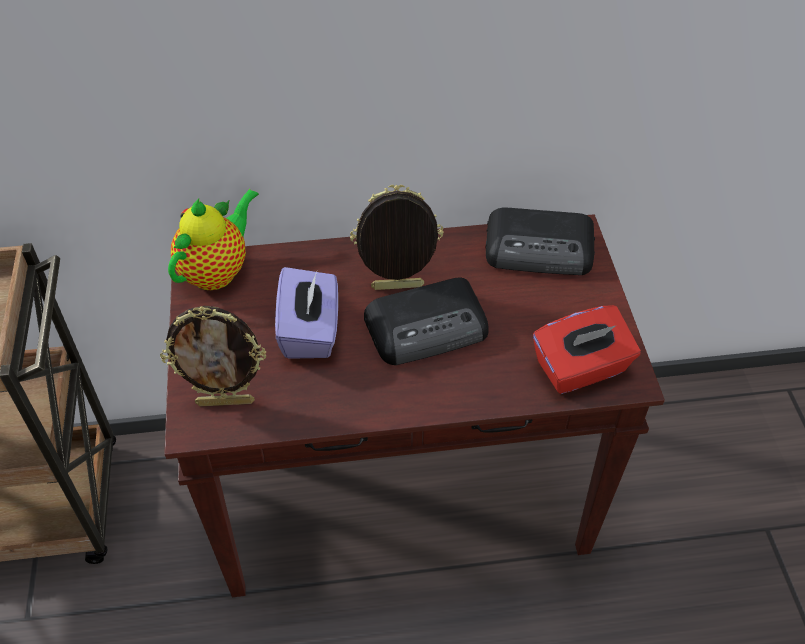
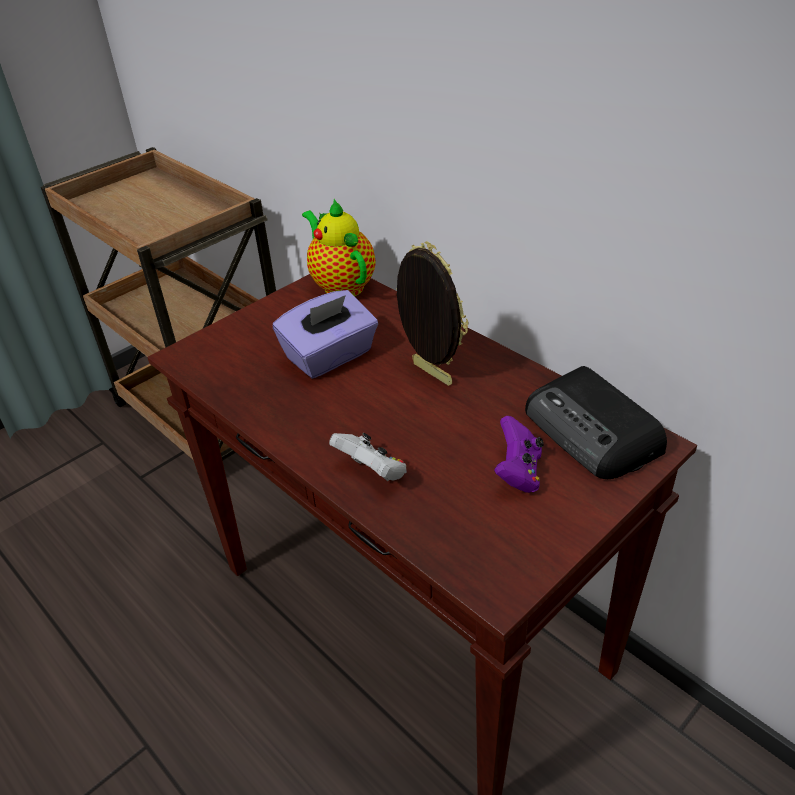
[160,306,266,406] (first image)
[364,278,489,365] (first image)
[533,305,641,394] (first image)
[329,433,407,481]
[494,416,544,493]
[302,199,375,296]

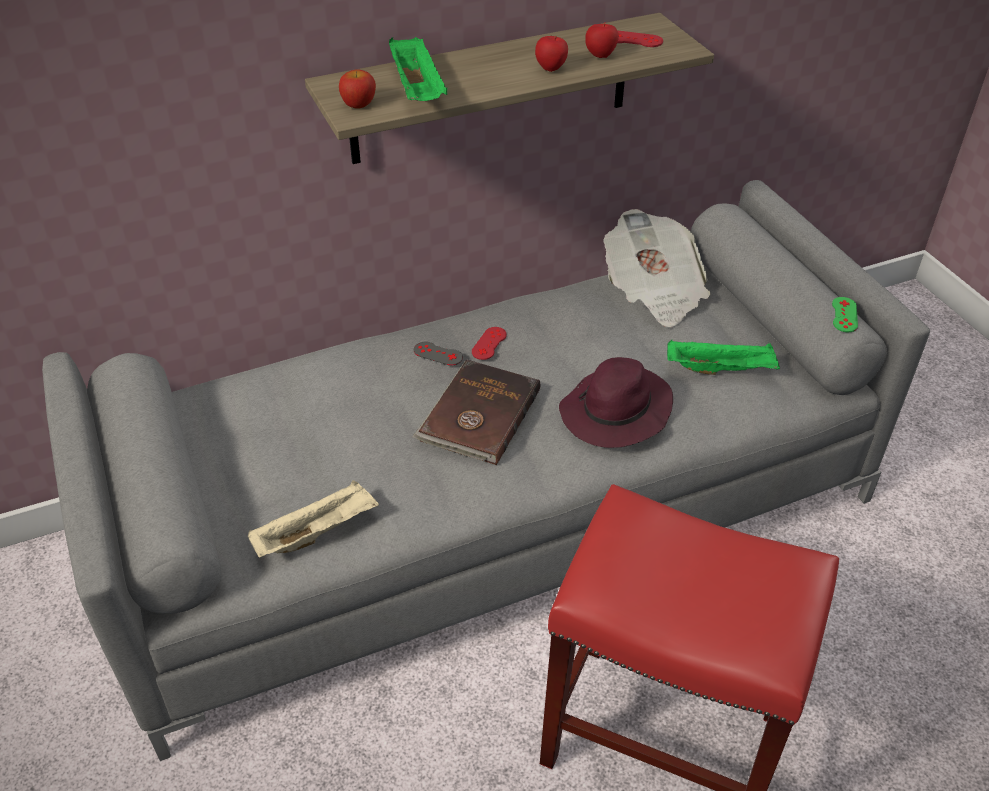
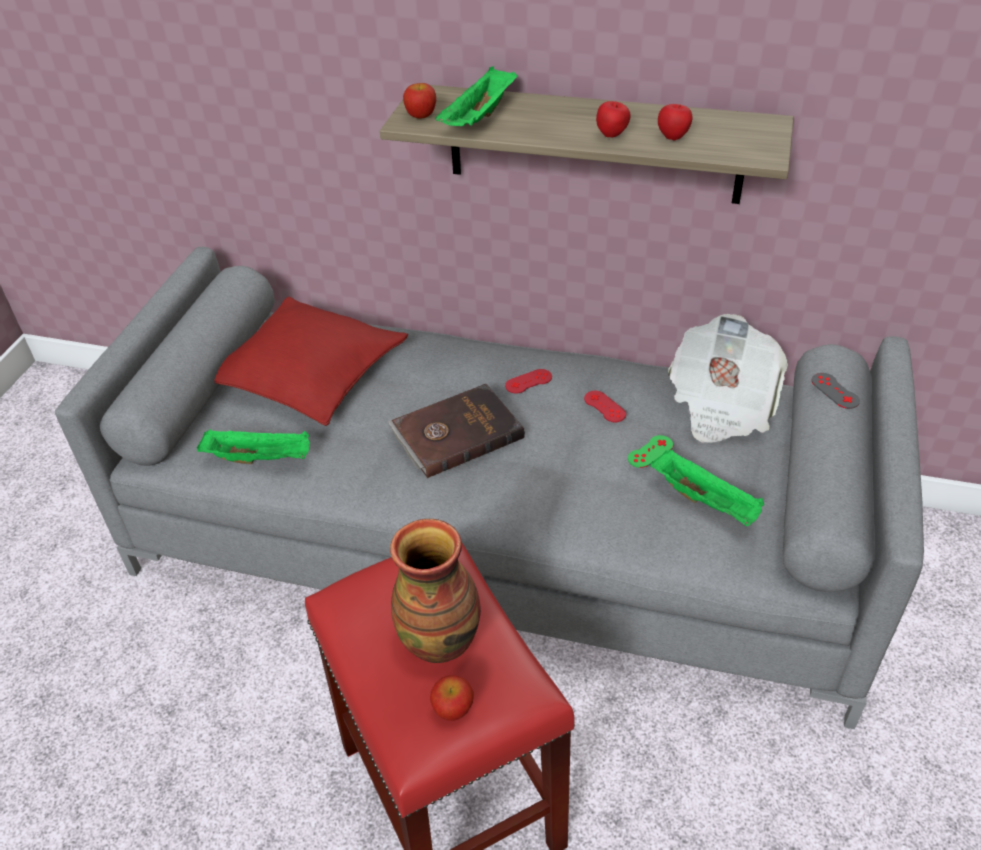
[559,357,673,448] (first image)
[214,297,408,426]
[390,519,481,663]
[430,675,474,721]
[812,373,860,409]
[584,391,626,422]
[628,435,673,468]
[197,429,310,464]

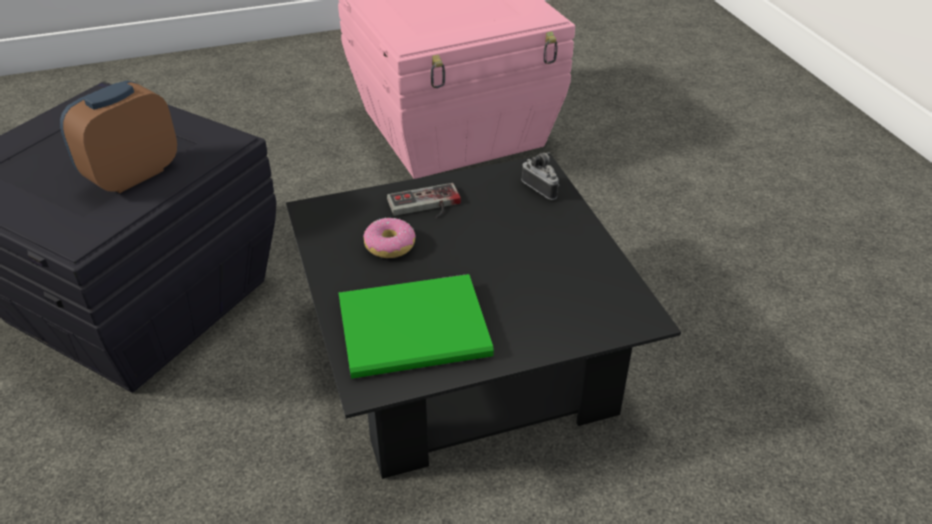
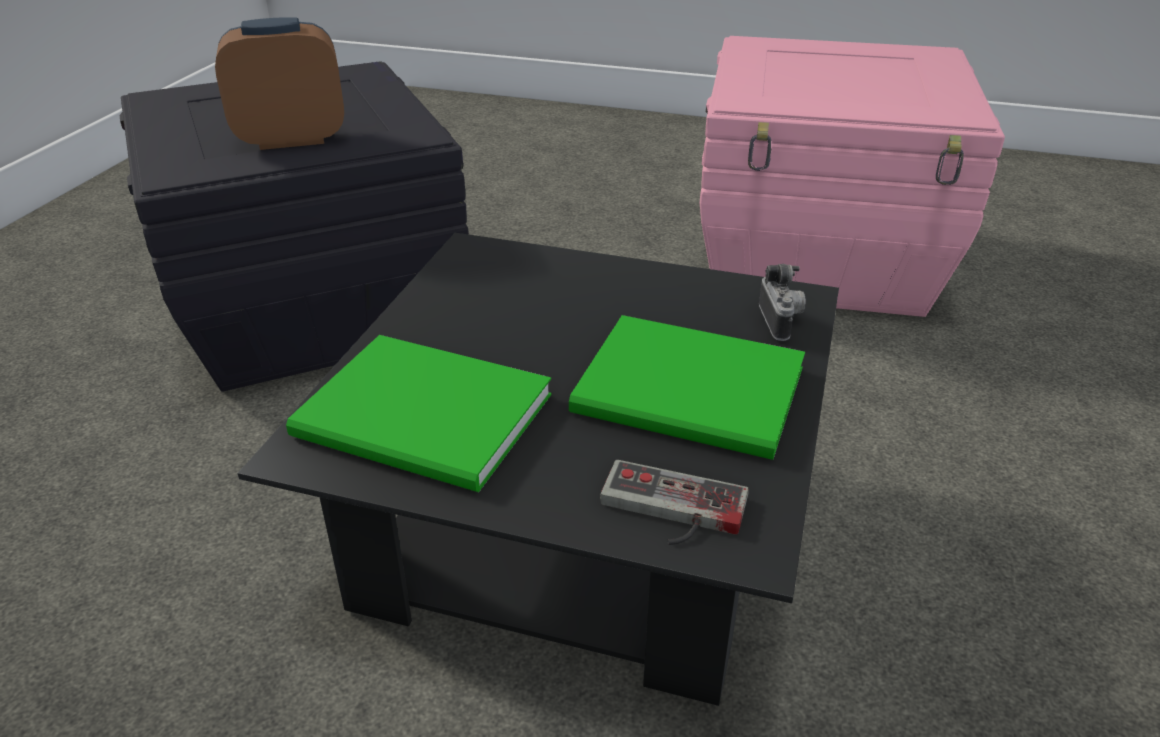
[363,217,415,258] (first image)
[569,315,805,460]
[600,460,748,545]

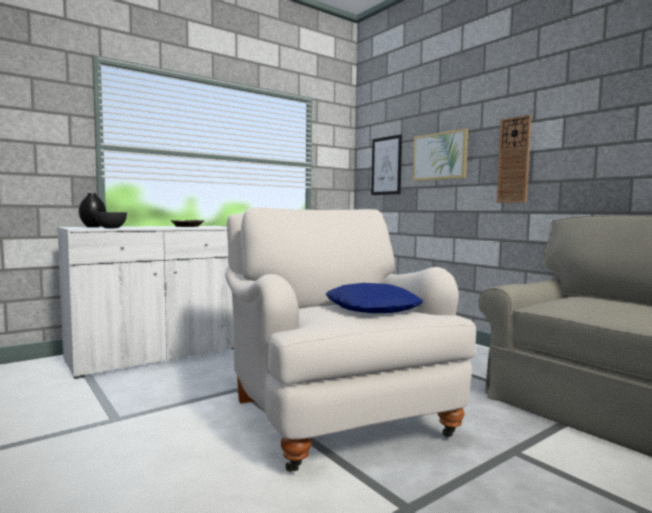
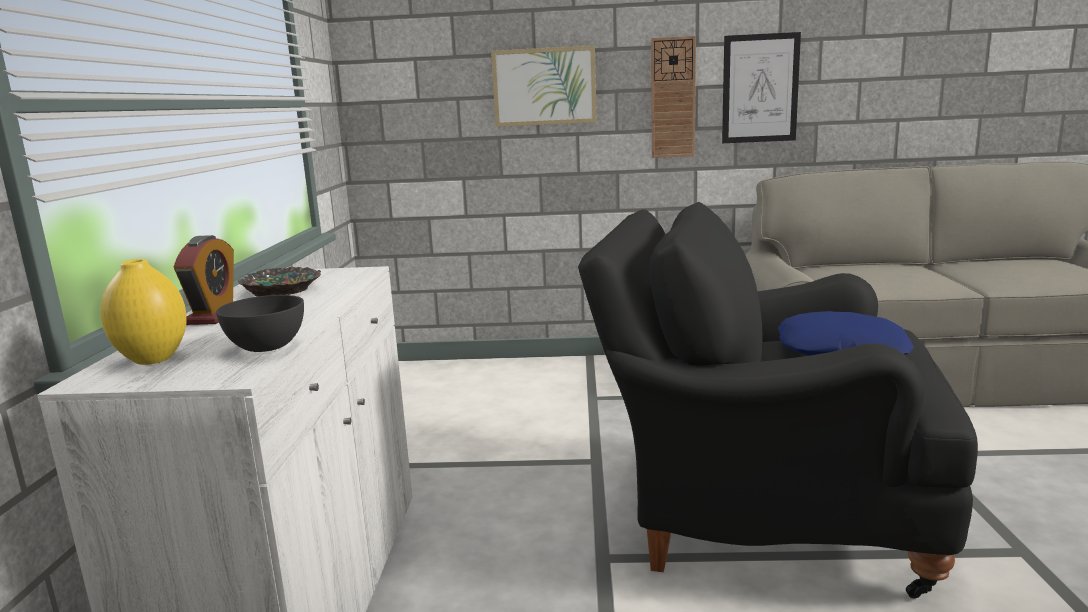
[174,235,234,325]
[722,32,801,143]
[100,259,186,365]
[578,202,978,598]

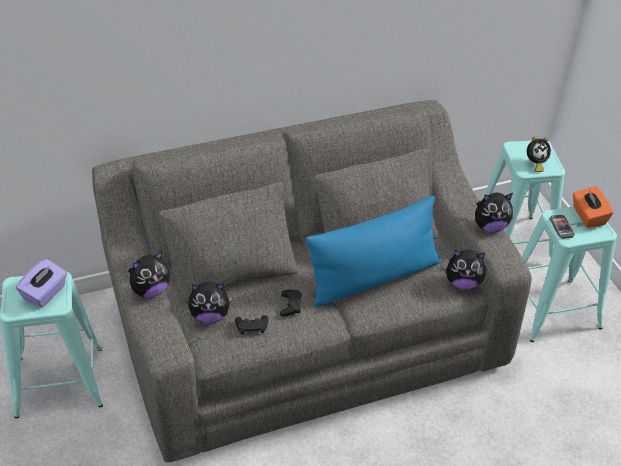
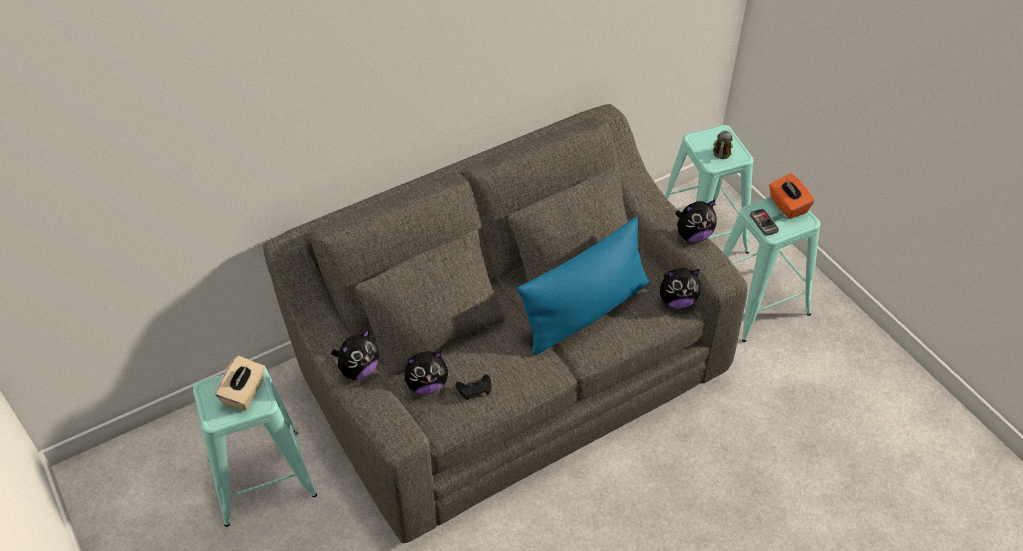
[280,290,302,316] (first image)
[713,130,733,159]
[215,356,265,410]

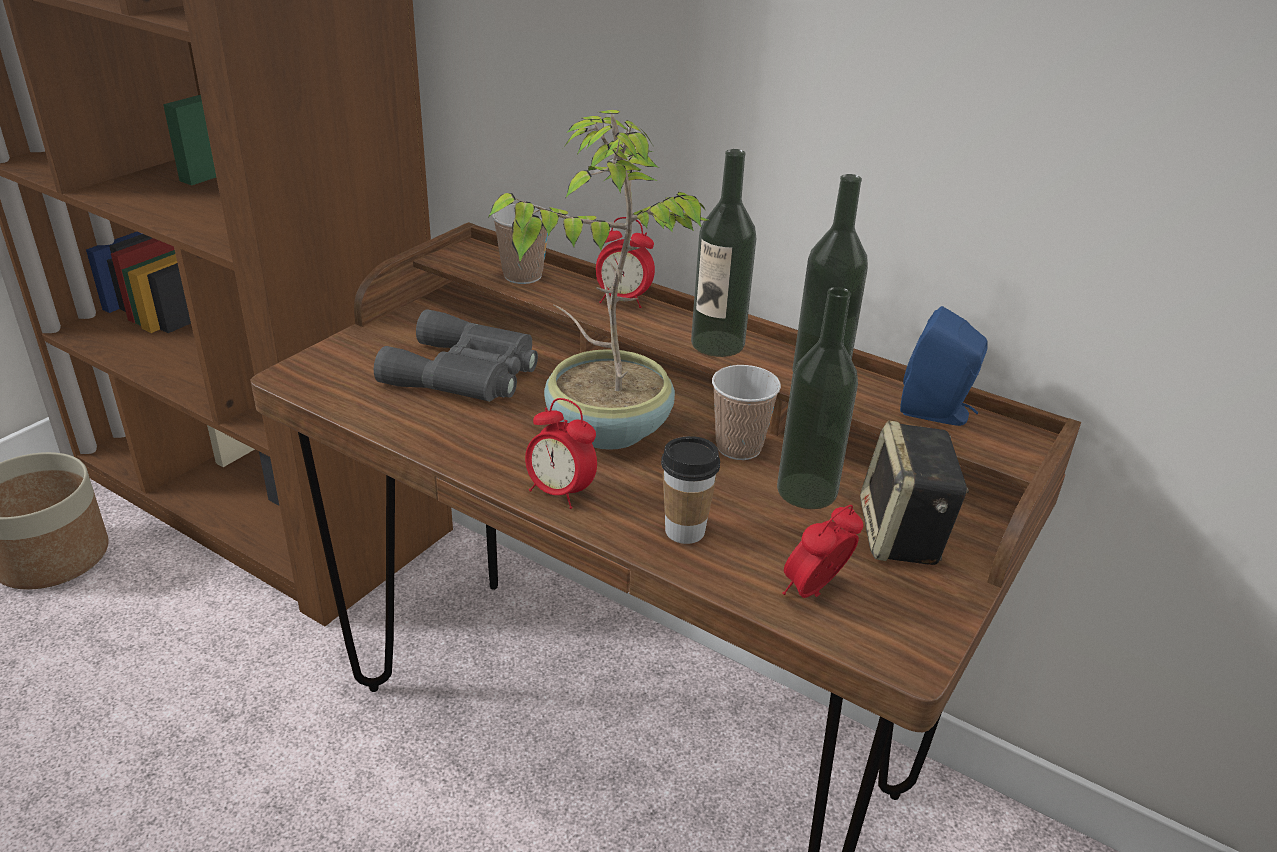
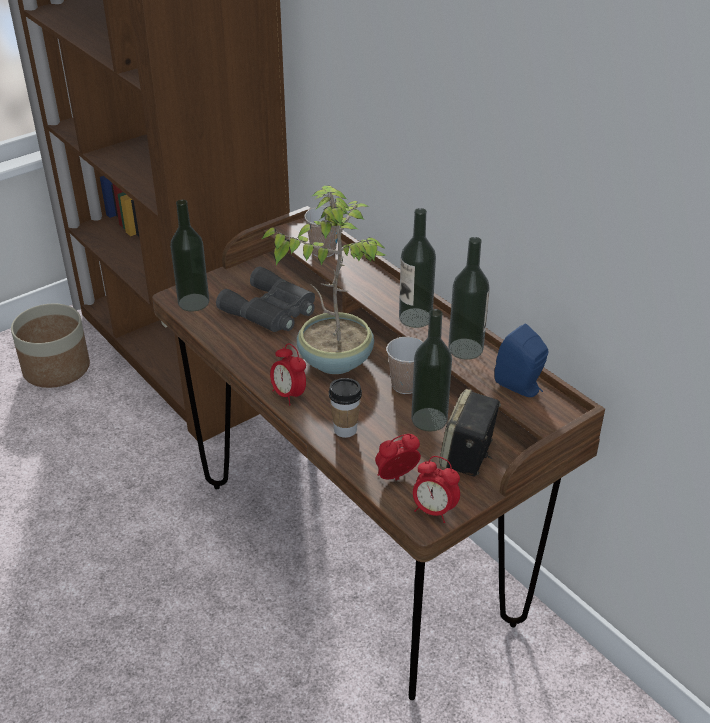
[170,200,209,311]
[413,456,460,523]

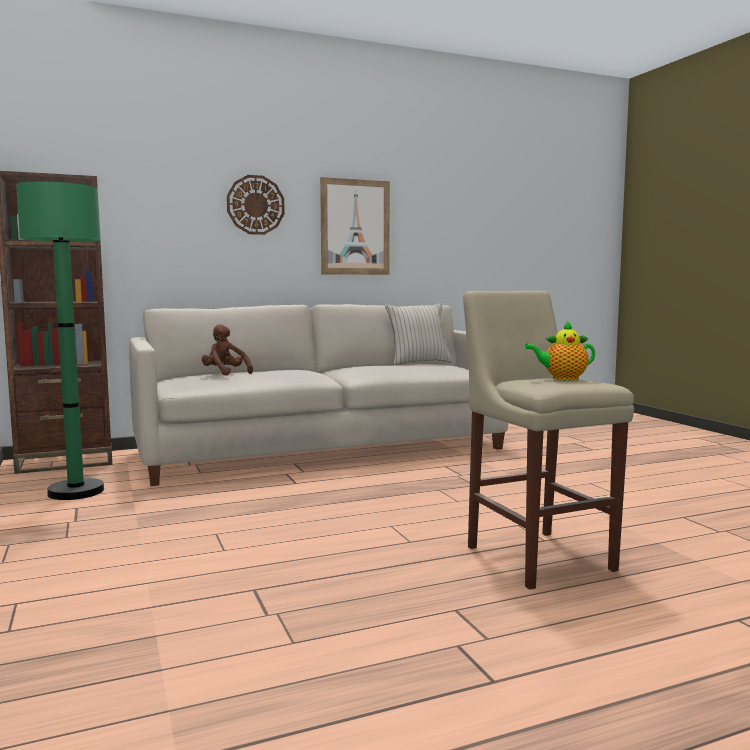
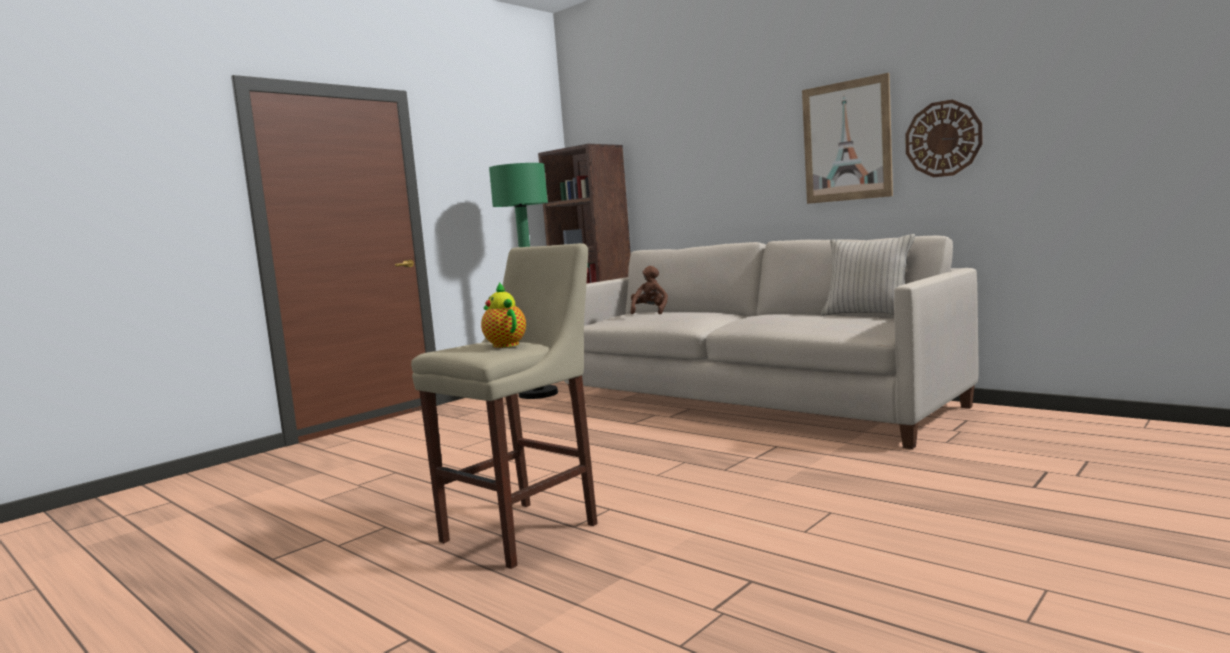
[905,100,982,177]

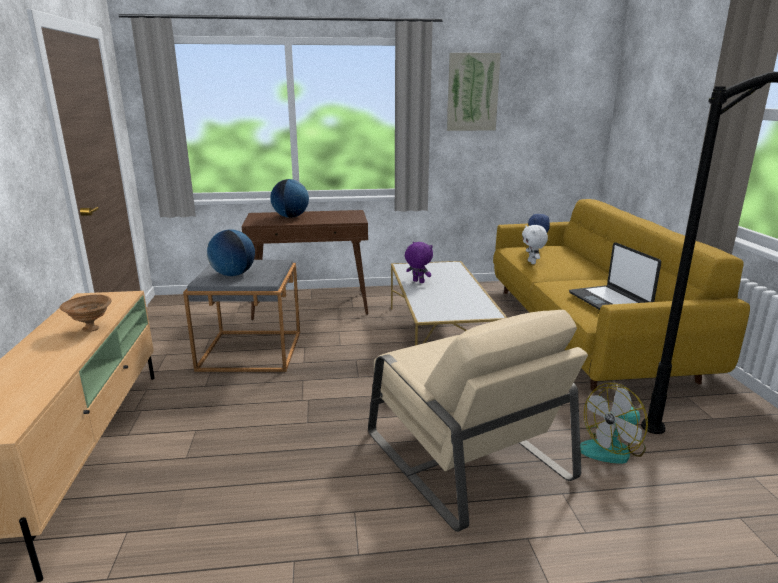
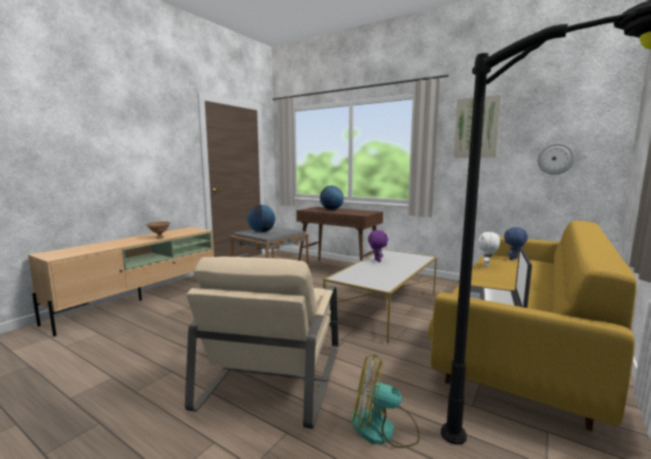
[537,142,575,175]

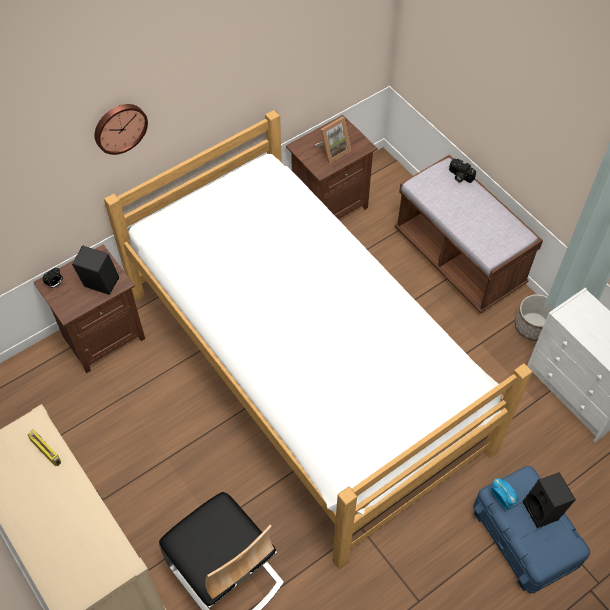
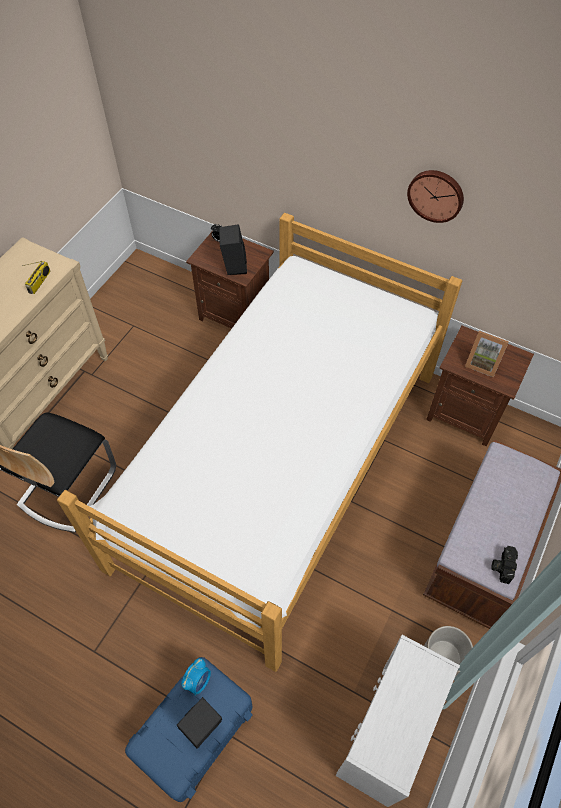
[407,170,464,223]
[491,546,518,584]

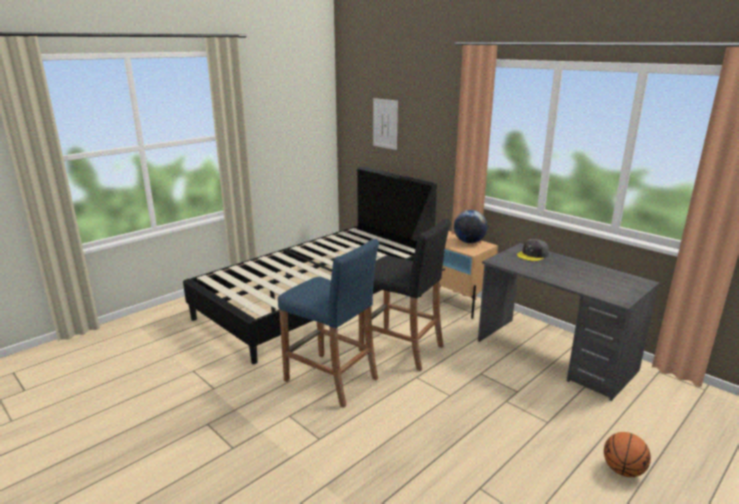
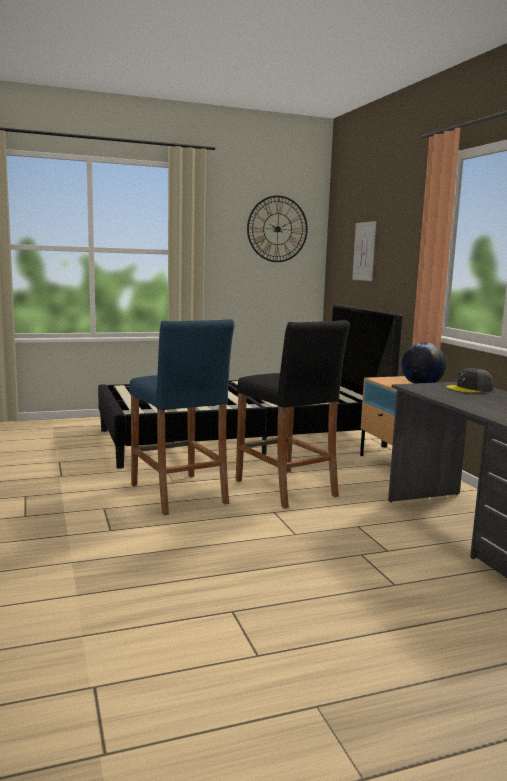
[604,432,651,477] (first image)
[247,196,308,262]

